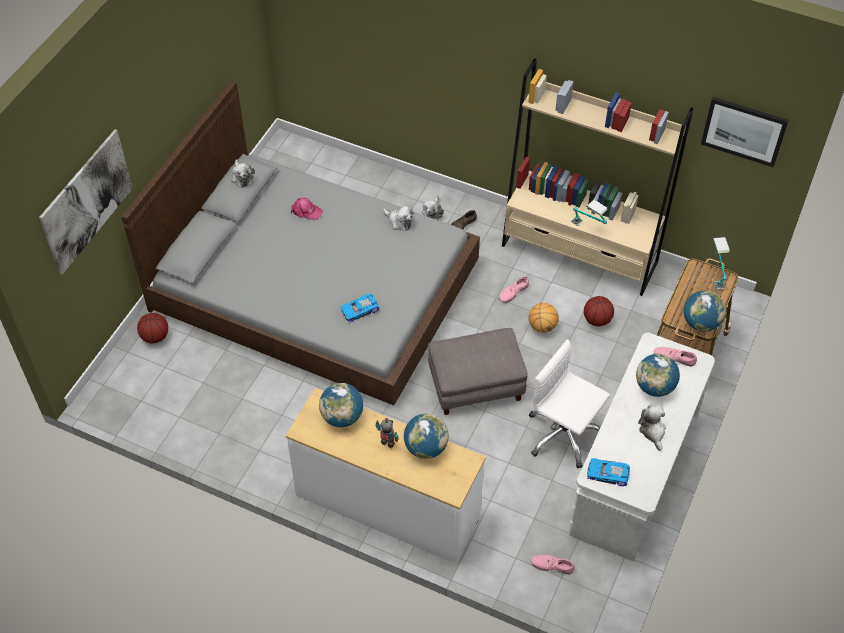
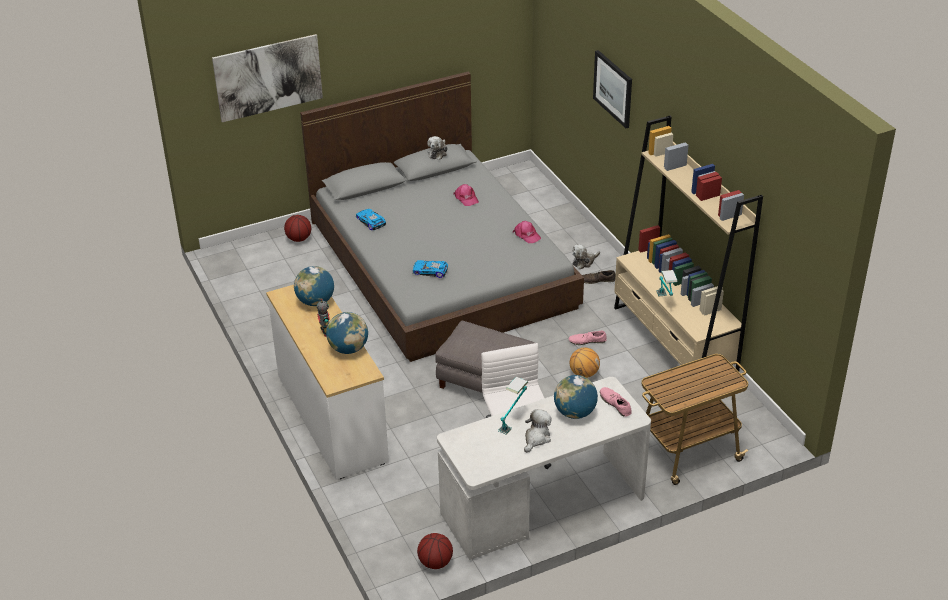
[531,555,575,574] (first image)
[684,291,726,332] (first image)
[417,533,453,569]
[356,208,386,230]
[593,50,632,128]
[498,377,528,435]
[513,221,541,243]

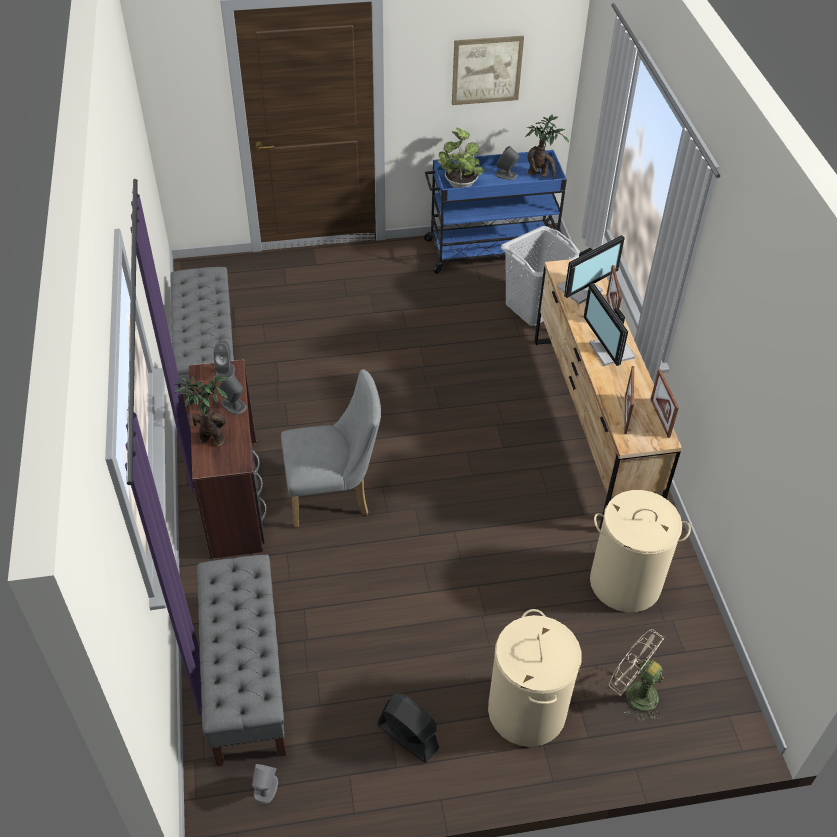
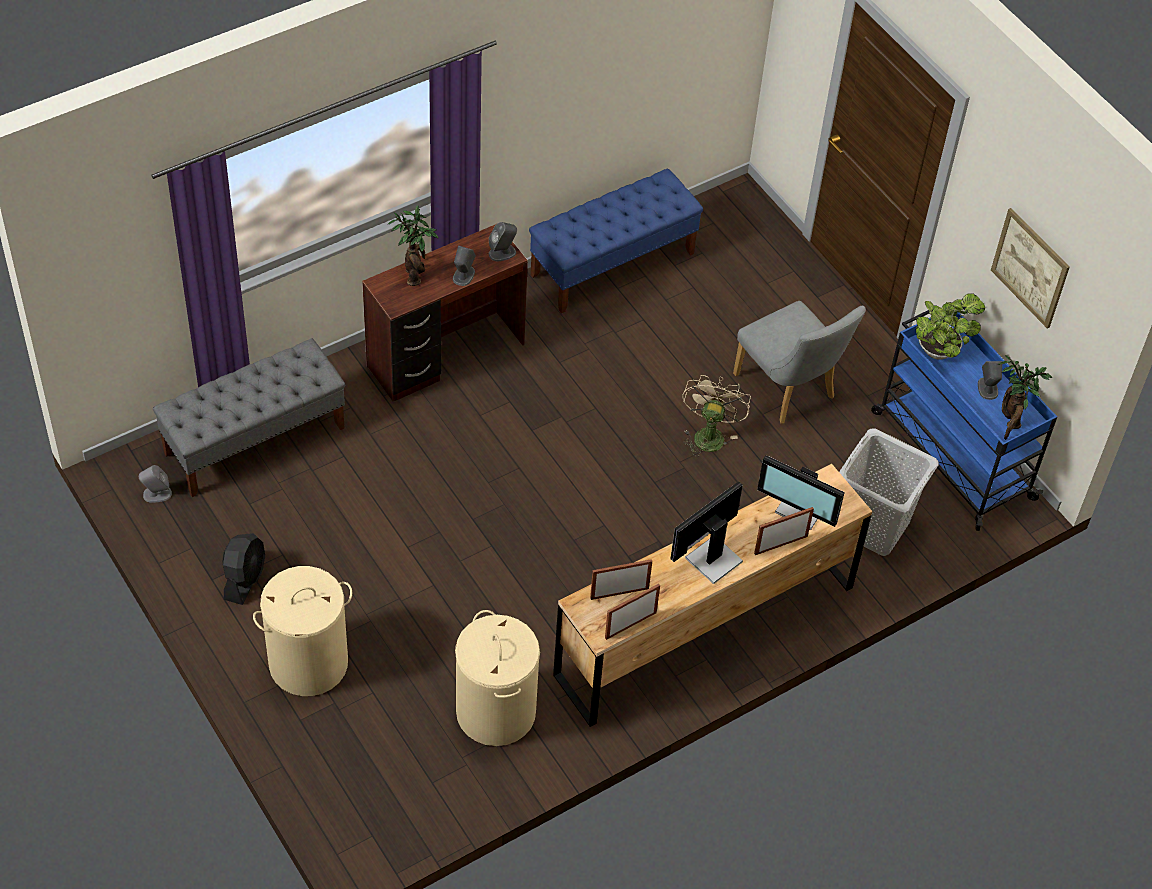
[733,301,866,424]
[682,375,751,457]
[529,168,703,314]

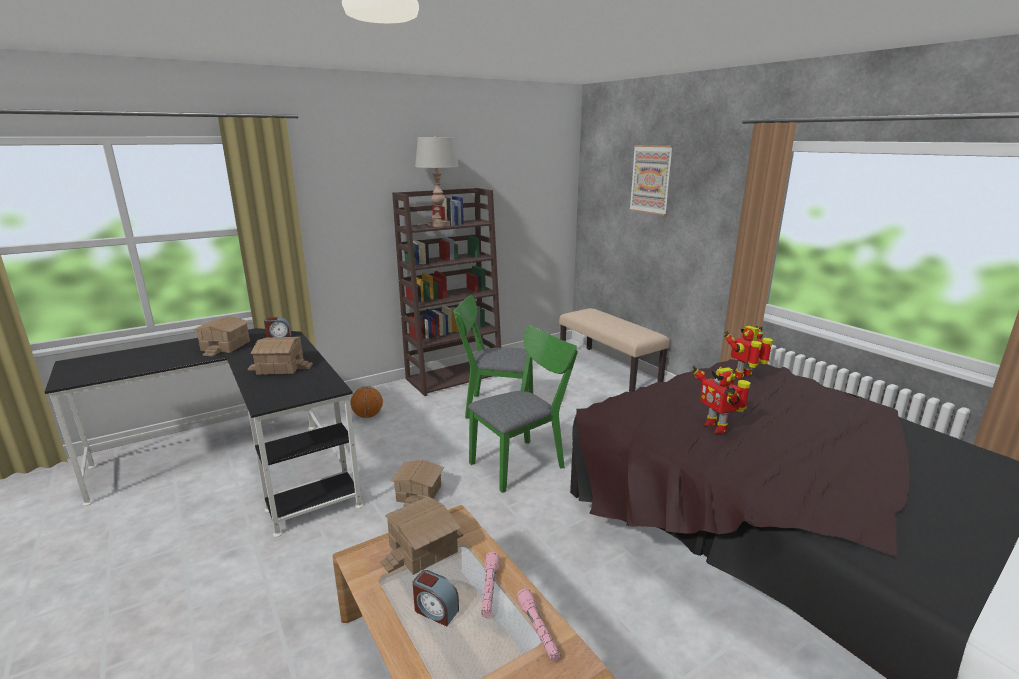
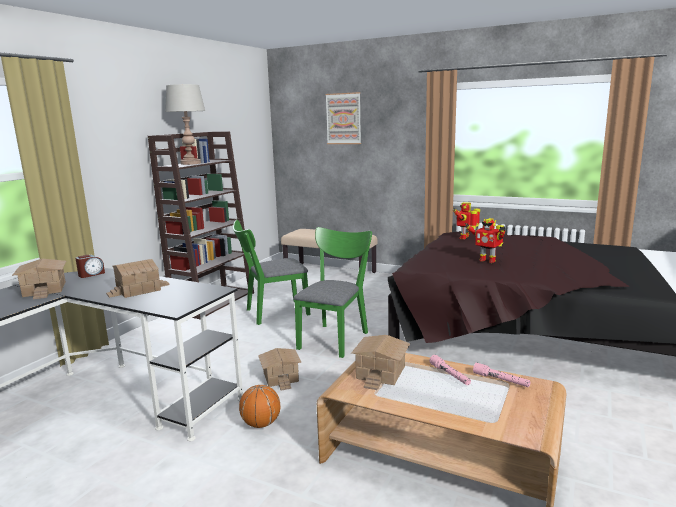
[413,570,459,627] (first image)
[239,385,280,428]

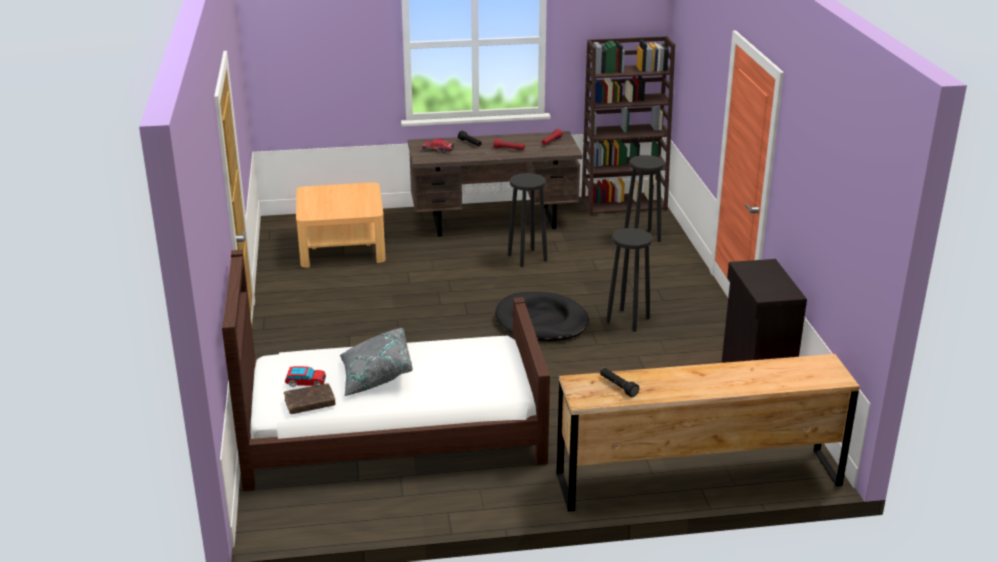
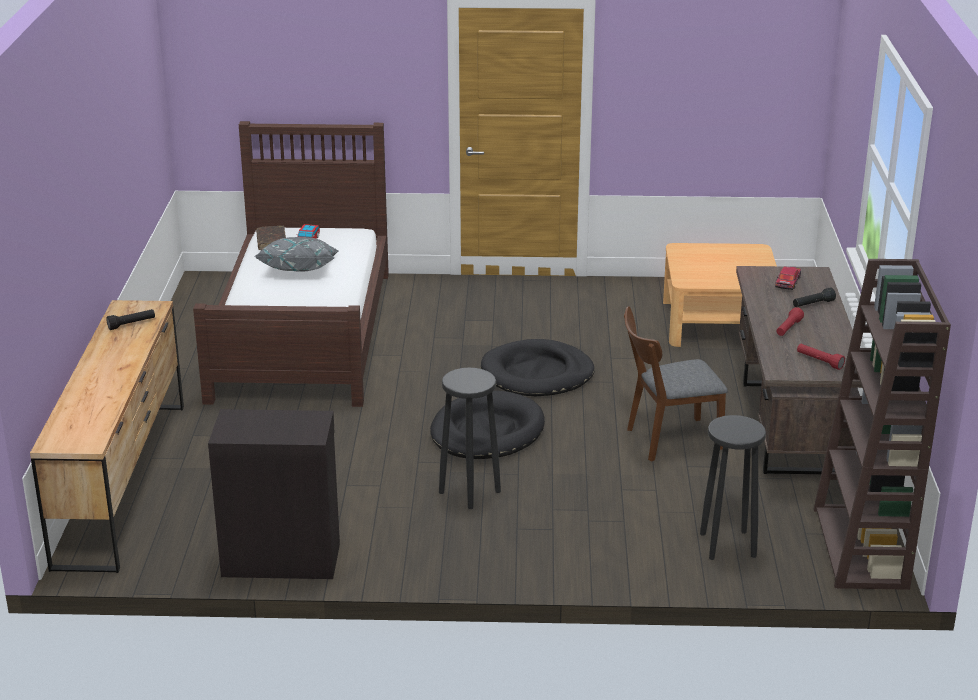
[481,339,595,396]
[624,307,728,462]

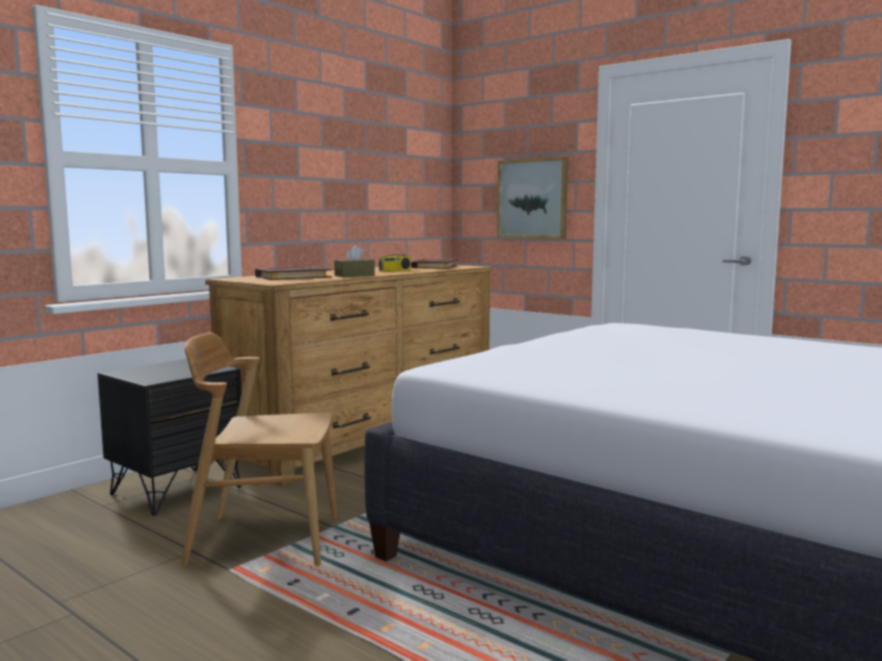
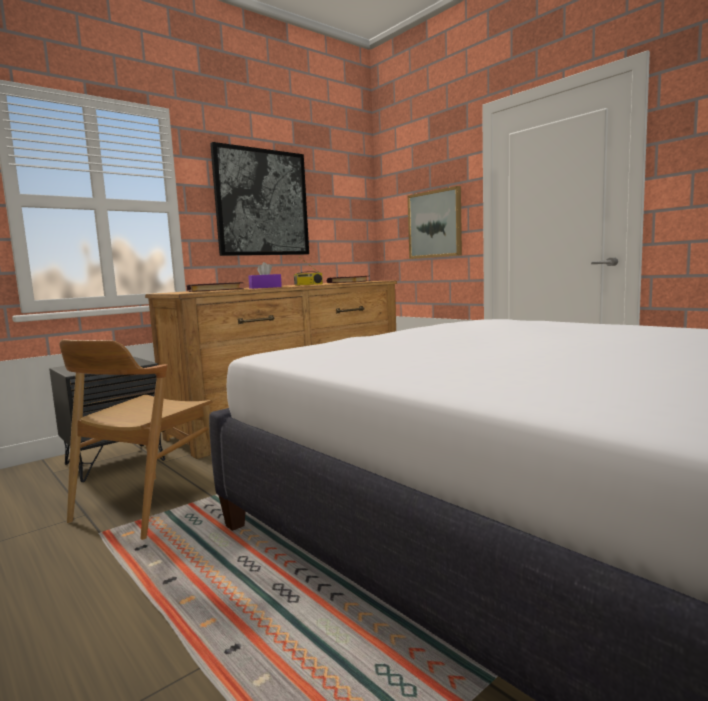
[210,142,309,256]
[248,262,282,289]
[59,339,213,540]

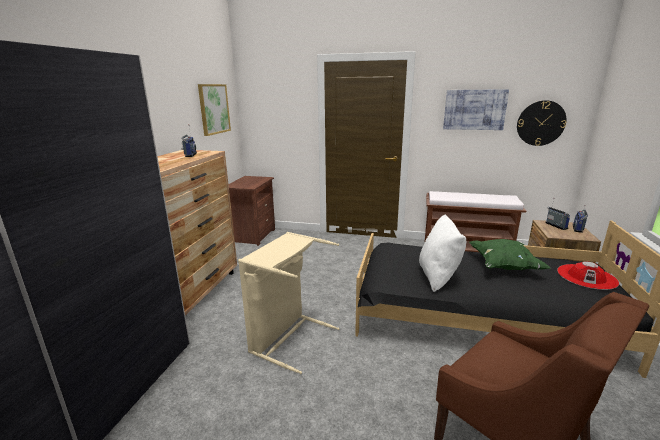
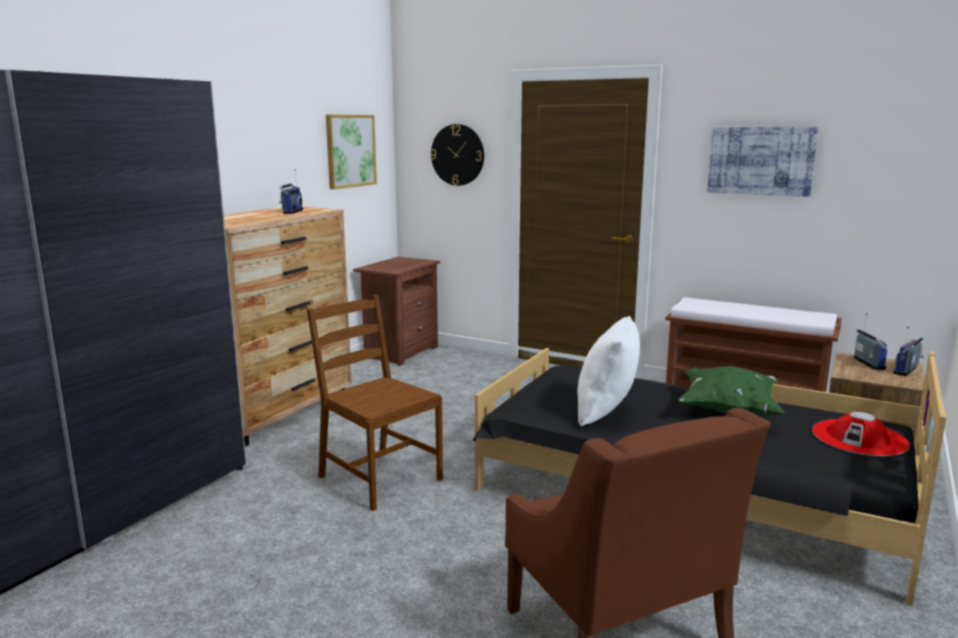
[430,124,484,186]
[307,295,443,511]

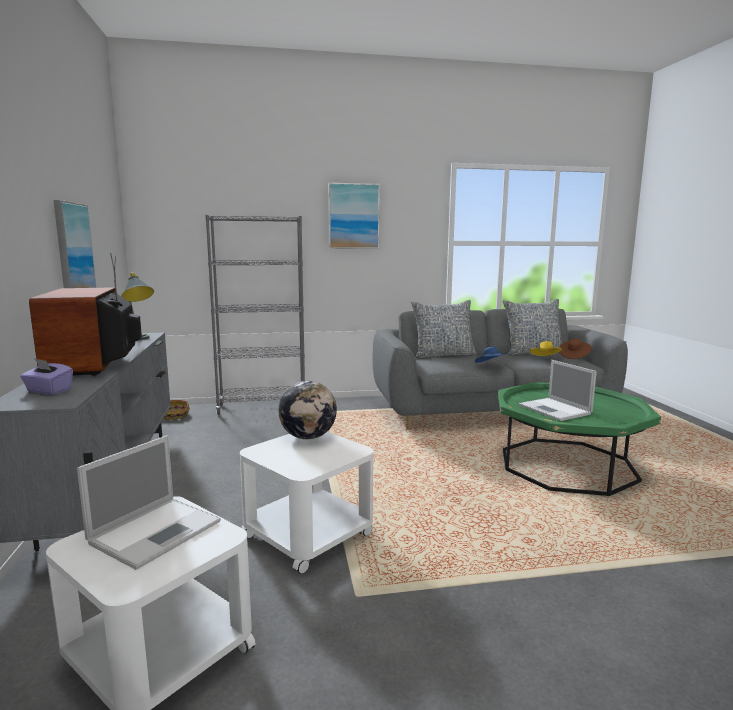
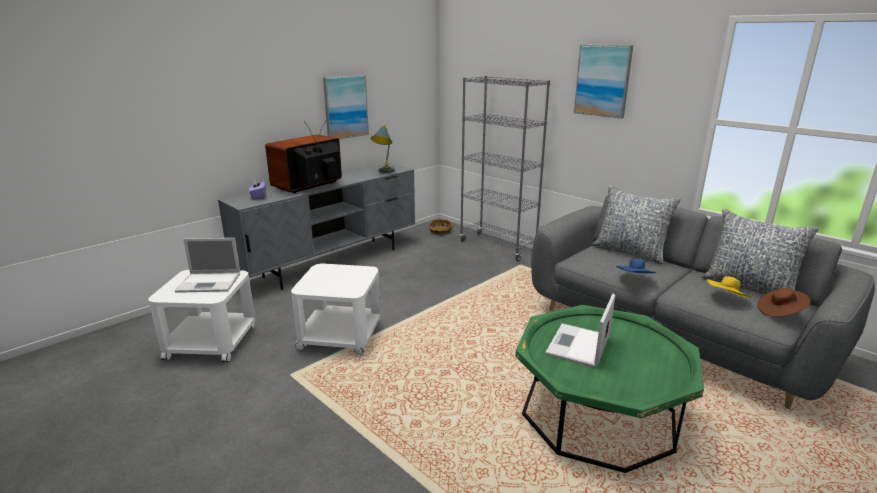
[278,381,337,439] (first image)

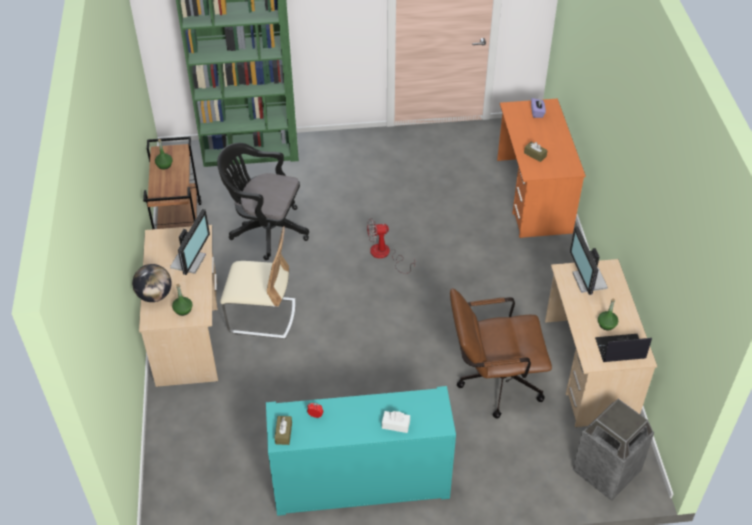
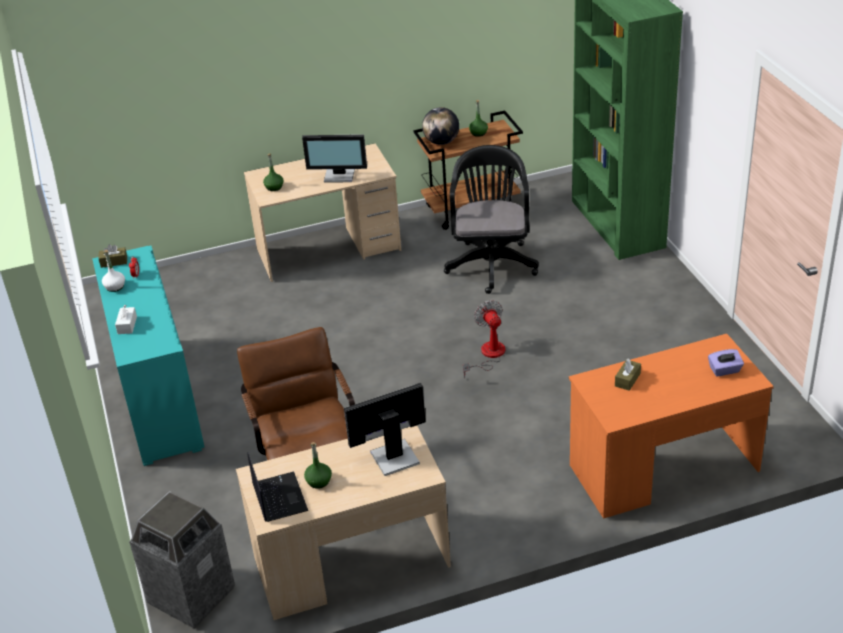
[220,226,296,339] (first image)
[102,250,125,292]
[422,107,459,145]

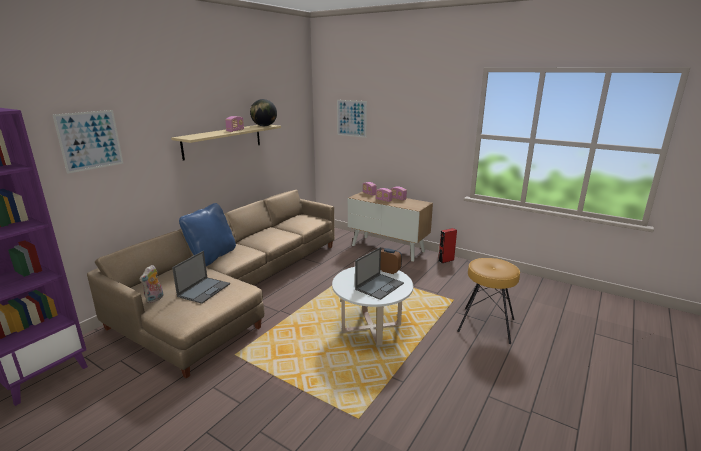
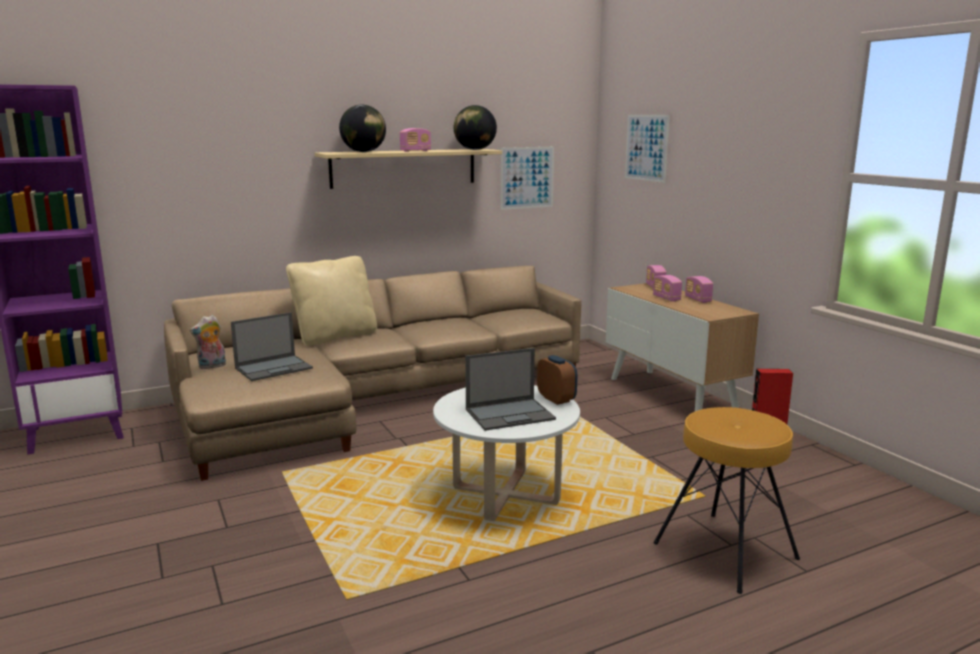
[339,105,386,152]
[501,147,554,210]
[286,256,377,346]

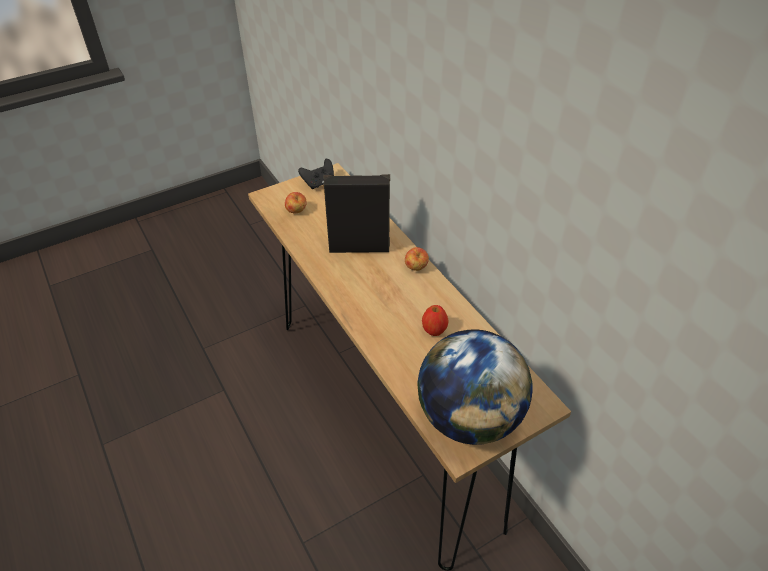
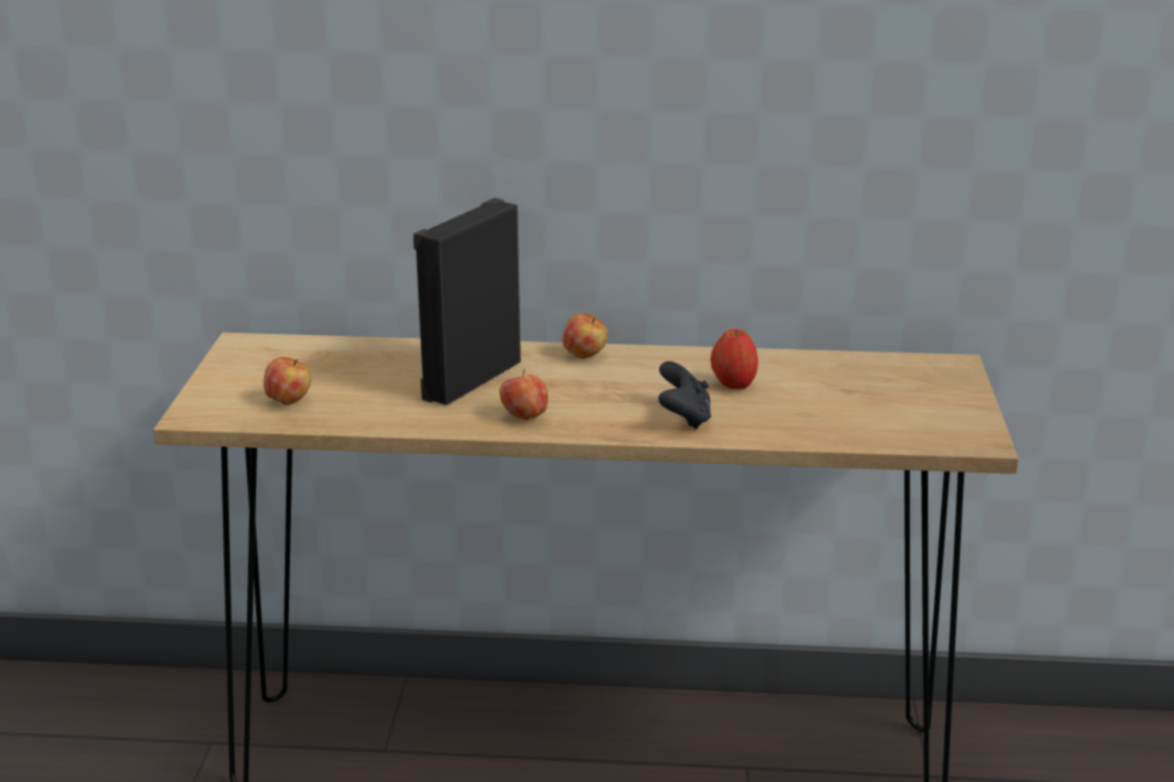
[417,329,532,445] (first image)
[499,369,548,420]
[658,361,711,430]

